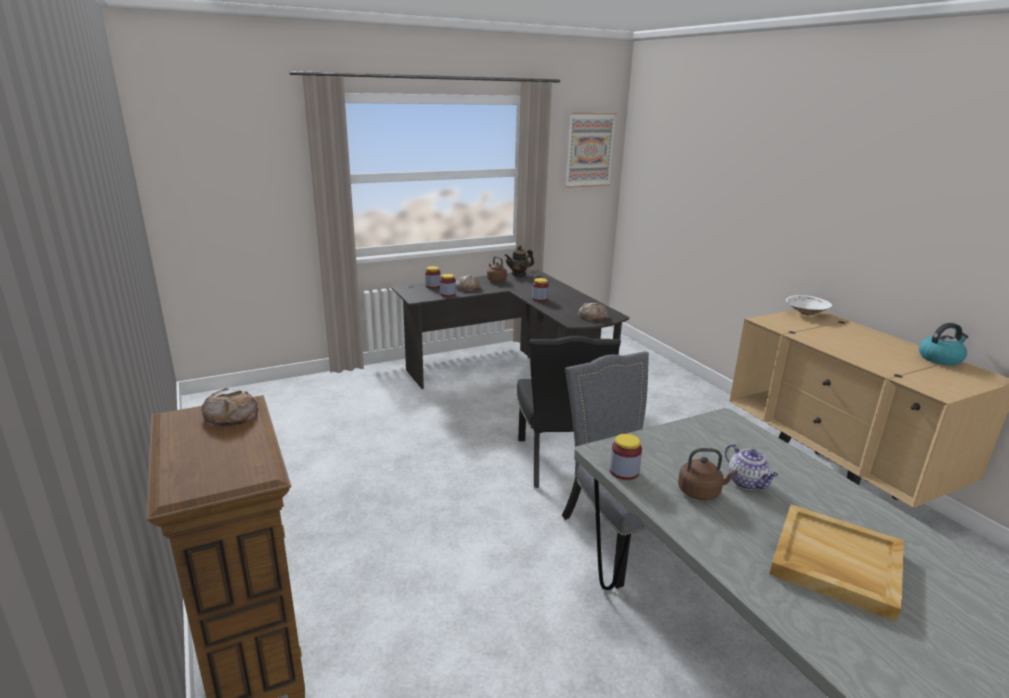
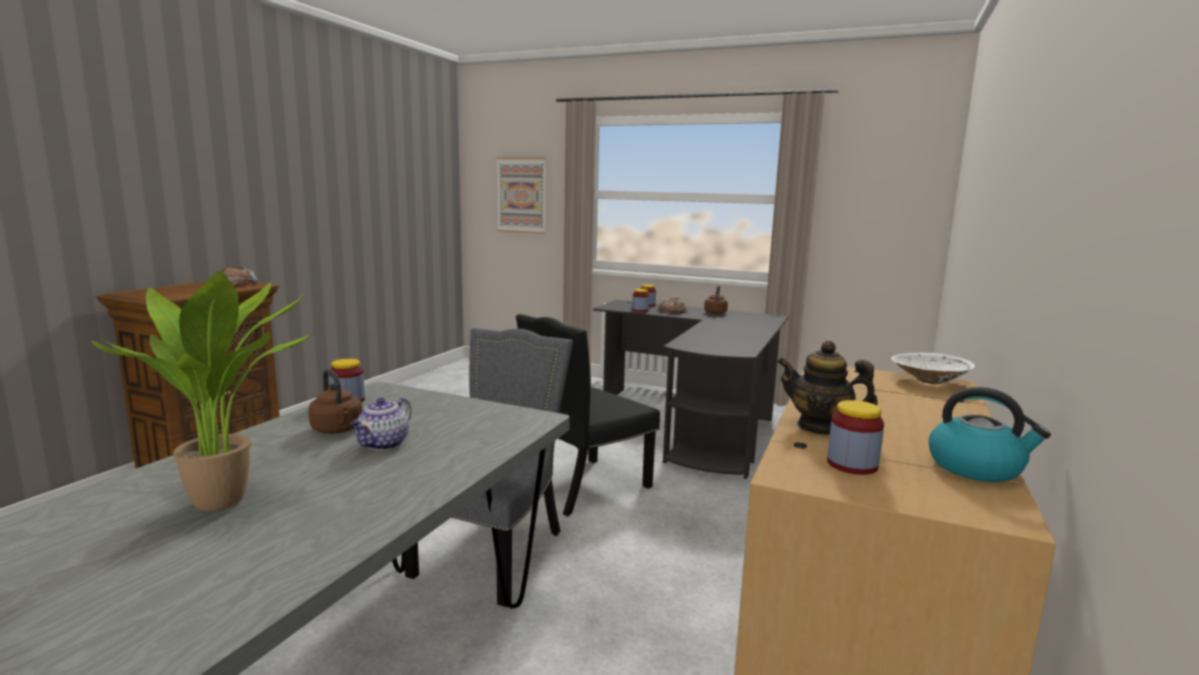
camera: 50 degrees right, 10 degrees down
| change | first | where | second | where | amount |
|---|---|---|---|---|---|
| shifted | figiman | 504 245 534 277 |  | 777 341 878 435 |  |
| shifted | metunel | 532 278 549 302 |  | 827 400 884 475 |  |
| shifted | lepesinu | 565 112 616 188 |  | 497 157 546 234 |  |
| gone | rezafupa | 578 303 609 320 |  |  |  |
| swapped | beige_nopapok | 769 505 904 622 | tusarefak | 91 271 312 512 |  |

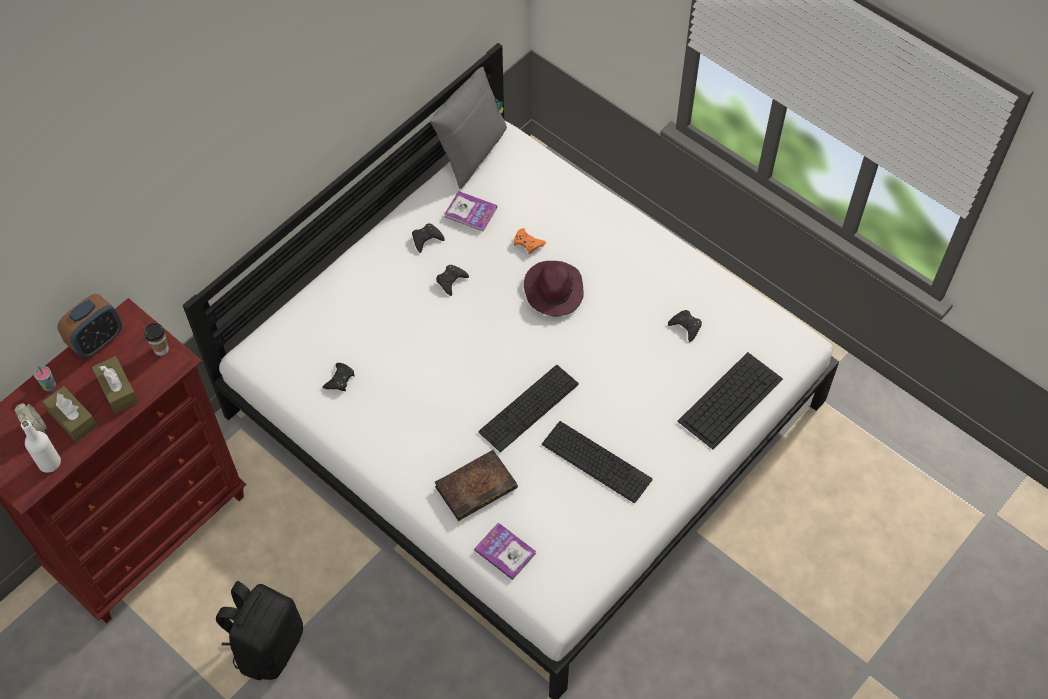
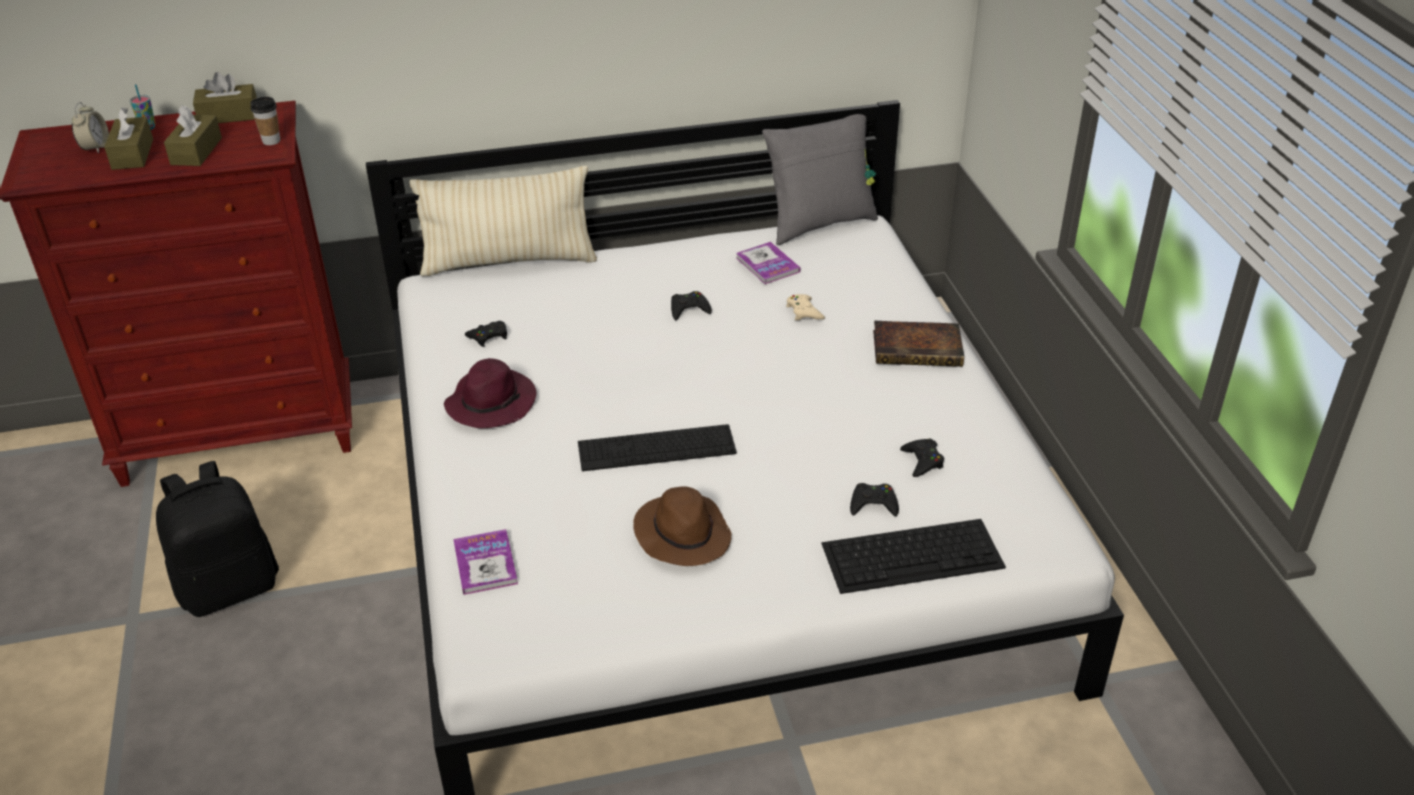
camera: 35 degrees right, 20 degrees down
| change | first | where | second | where | amount |
|---|---|---|---|---|---|
| gone | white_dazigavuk | 21 420 61 473 |  |  |  |
| swapped | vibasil | 57 294 122 358 | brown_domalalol | 193 72 256 123 |  |
| shifted | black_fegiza | 412 223 444 253 |  | 850 483 899 517 |  |
| shifted | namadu | 435 450 518 521 |  | 873 321 964 367 |  |
| repainted | orange_fegiza | 514 228 546 254 | beige_fegiza | 786 294 825 320 |  |
| shifted | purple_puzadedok | 524 261 584 316 |  | 444 358 537 428 |  |
| swapped | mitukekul | 542 421 653 503 | brown_puzadedok | 633 486 731 566 |  |
| new |  |  | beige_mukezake | 410 166 597 276 |  |

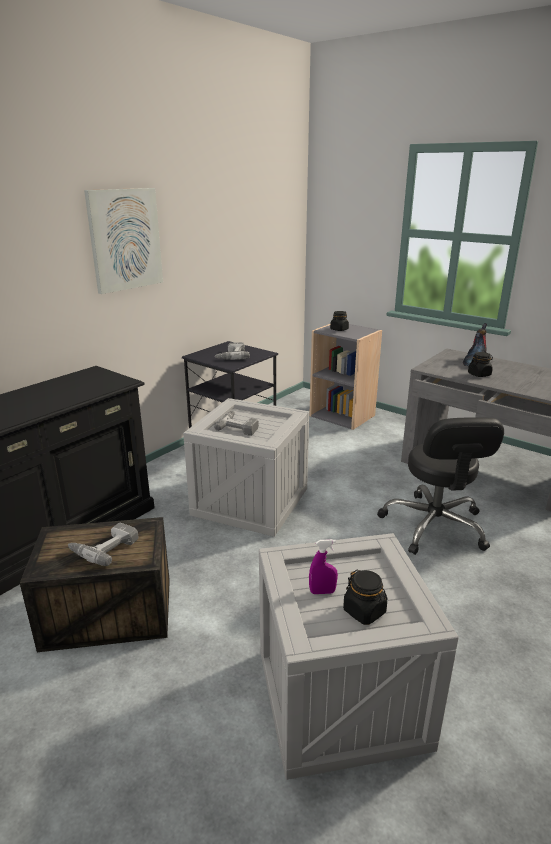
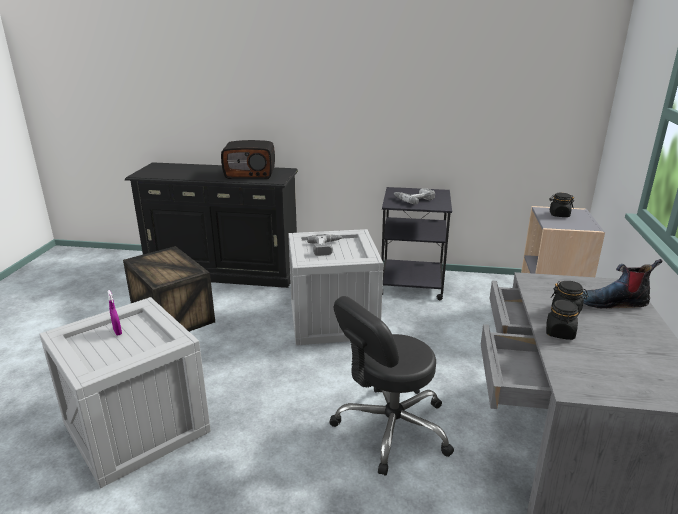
camera: 60 degrees right, 0 degrees up
| change | first | where | second | where | amount |
|---|---|---|---|---|---|
| gone | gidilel | 68 523 139 566 |  |  |  |
| gone | lepesinu | 84 188 163 294 |  |  |  |
| shifted | black_metunel | 343 569 388 625 |  | 546 299 578 340 |  |
| new |  |  | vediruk | 221 140 275 179 |  |

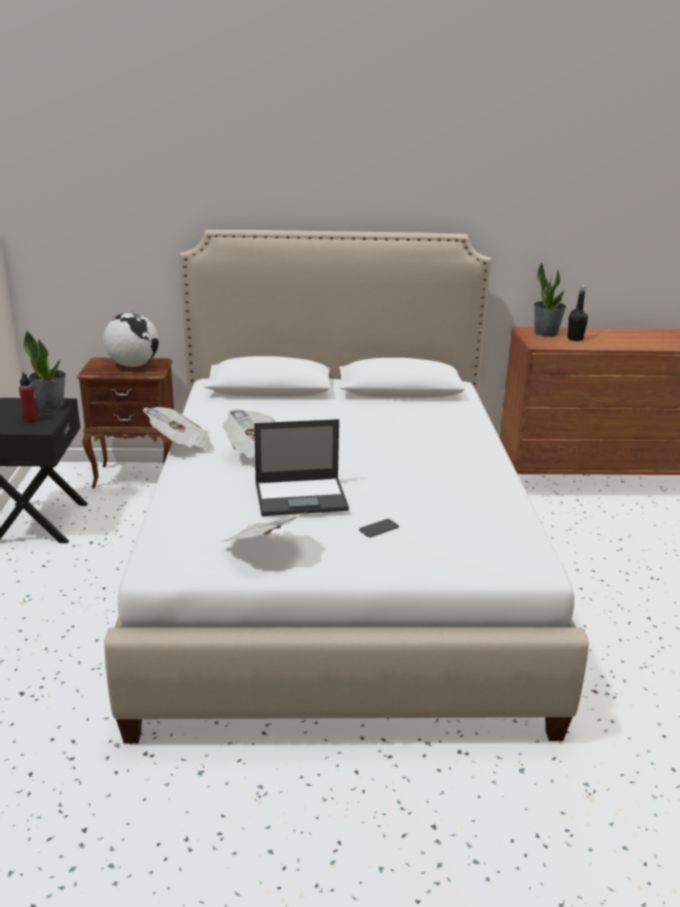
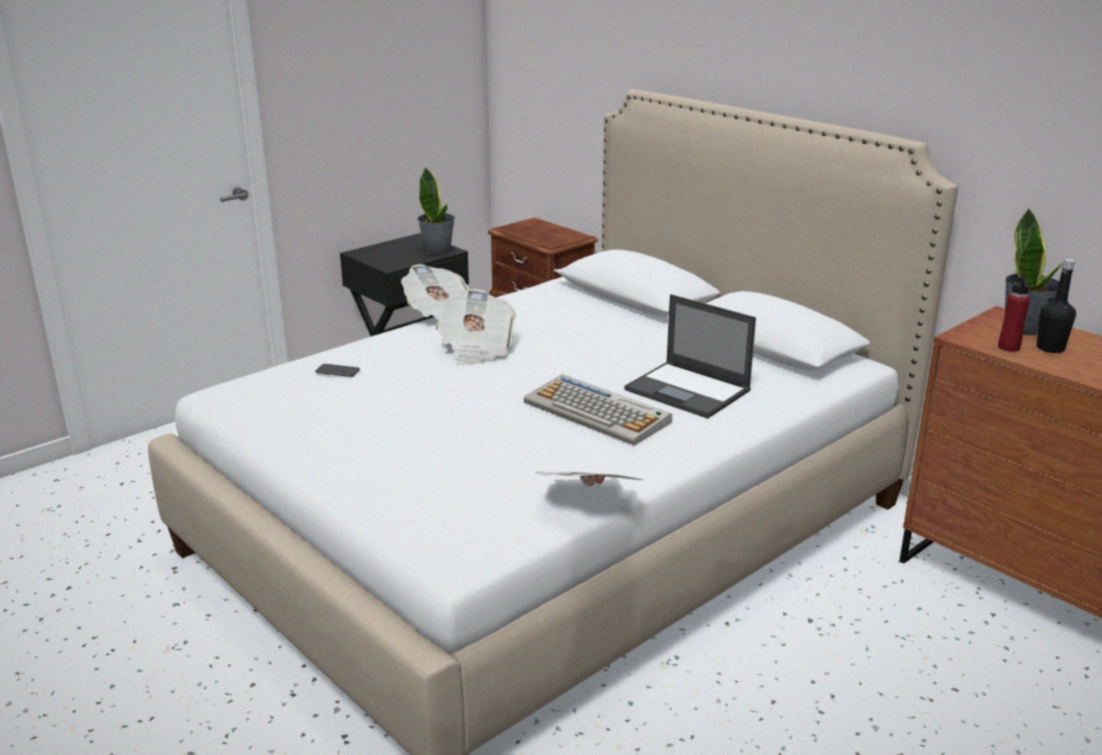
camera: 50 degrees right, 0 degrees up
| change | first | where | second | where | amount |
|---|---|---|---|---|---|
| shifted | red_dazigavuk | 19 372 38 423 |  | 998 273 1030 352 |  |
| gone | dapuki | 104 313 159 367 |  |  |  |
| shifted | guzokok | 221 512 306 542 |  | 536 472 642 486 |  |
| shifted | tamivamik | 254 419 349 516 |  | 624 294 756 419 |  |
| shifted | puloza | 359 519 399 537 |  | 315 364 360 377 |  |
| new |  |  | mitukekul | 524 374 672 446 |  |

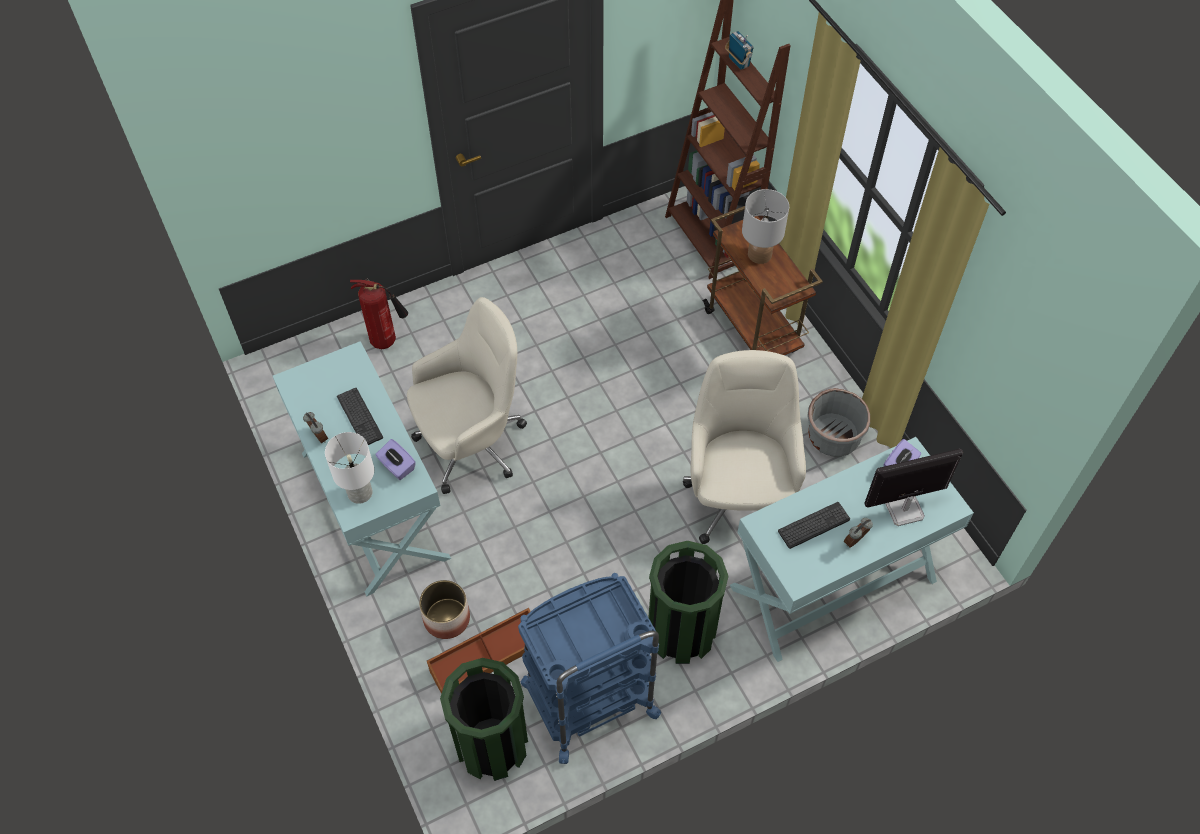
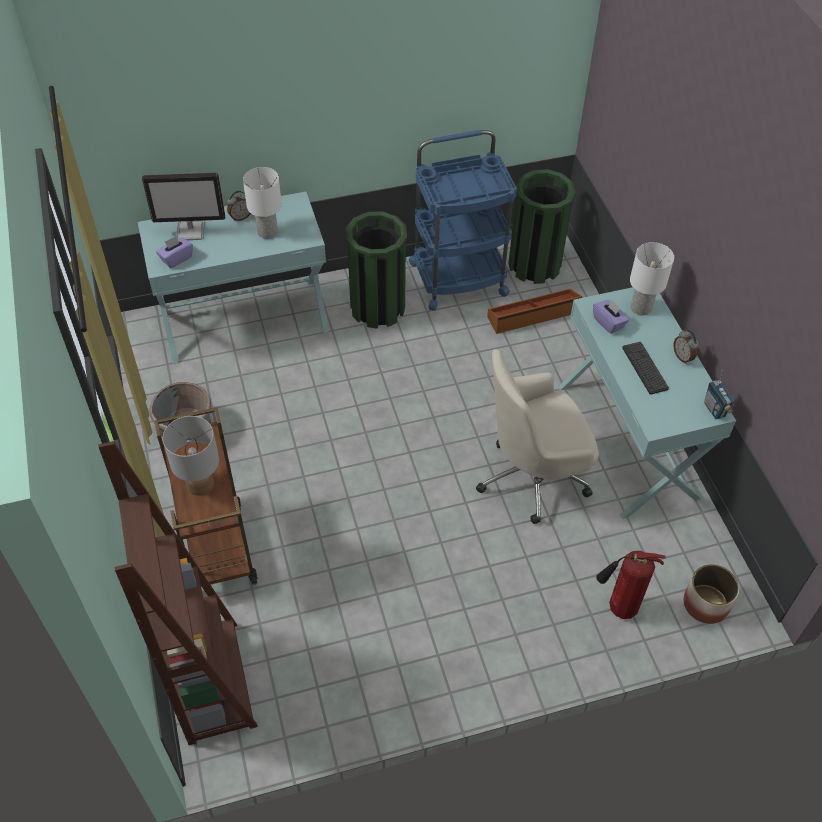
camera: 170 degrees left, 5 degrees down
| change | first | where | second | where | amount |
|---|---|---|---|---|---|
| shifted | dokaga | 419 580 470 639 |  | 683 564 739 624 |  |
| gone | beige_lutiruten | 683 350 806 544 |  |  |  |
| shifted | vediruk | 725 31 753 70 |  | 704 370 734 419 |  |
| swapped | mitukekul | 778 502 850 549 | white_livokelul | 243 167 282 239 |  |

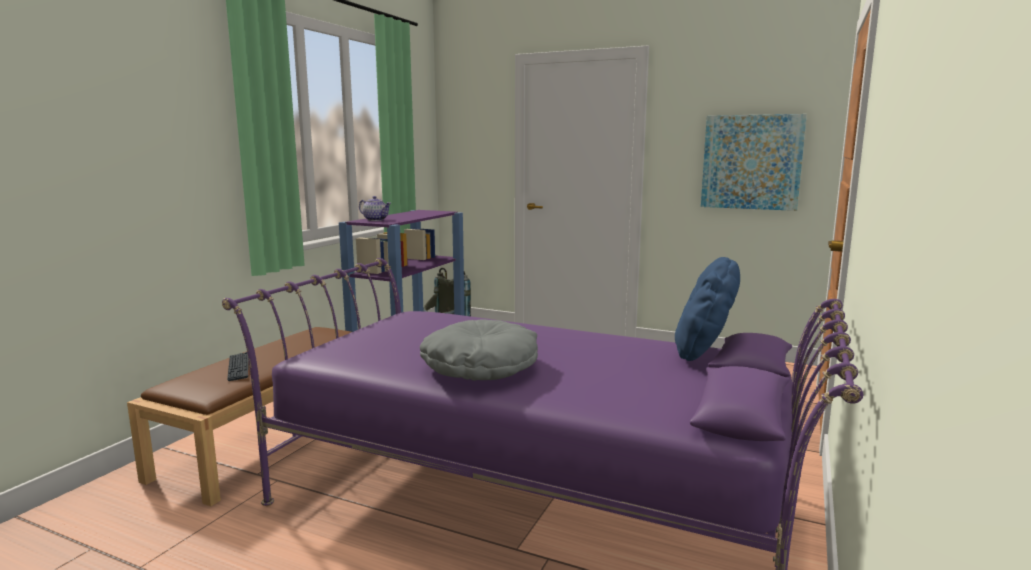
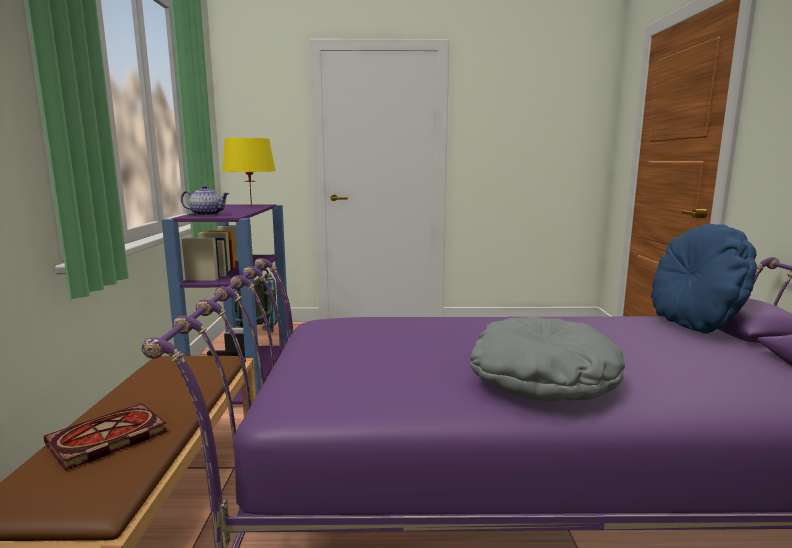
camera: 25 degrees left, 0 degrees up
| change | first | where | second | where | amount |
|---|---|---|---|---|---|
| swapped | mitukekul | 227 352 249 381 | namadu | 44 403 167 470 |  |
| gone | lepesinu | 701 114 807 211 |  |  |  |
| new |  |  | yellow_livokelul | 222 138 276 206 |  |

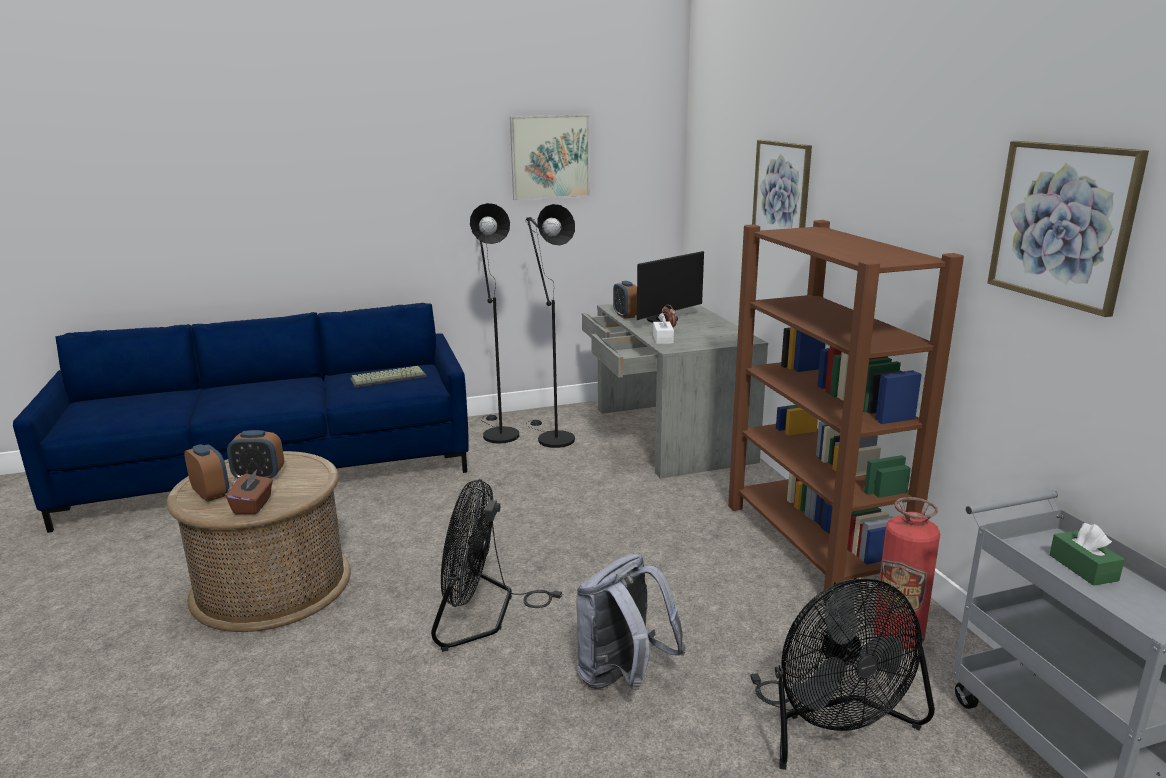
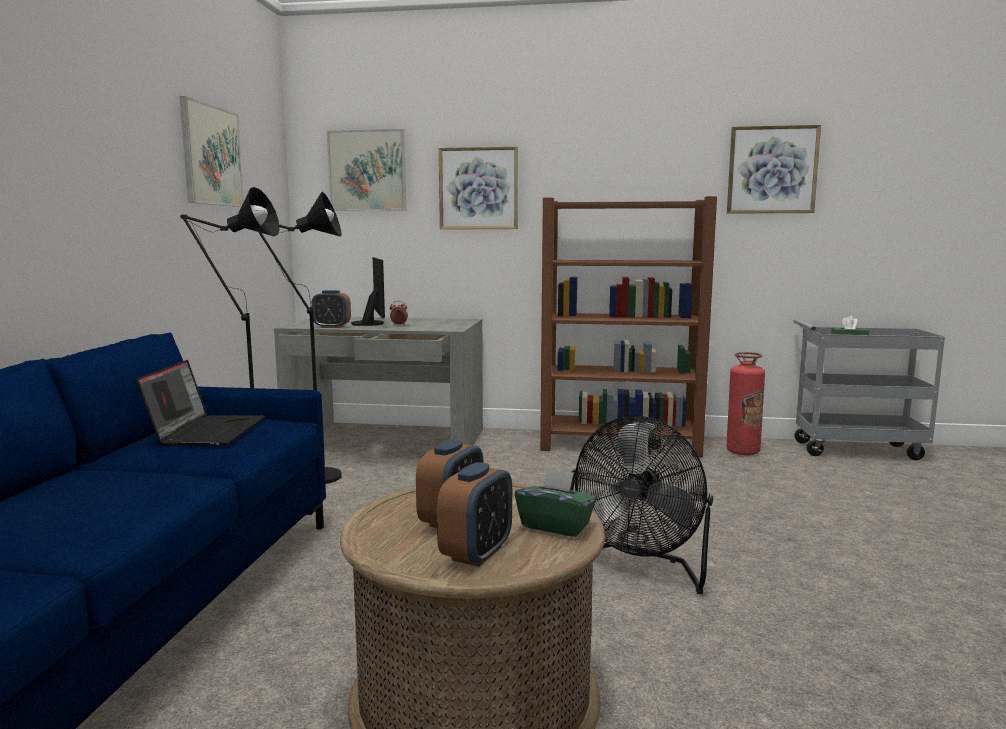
camera: 65 degrees left, 10 degrees down
| change | first | where | second | where | amount |
|---|---|---|---|---|---|
| rotated | vibasil | 184 444 229 502 |  | 437 462 512 567 | 135 degrees clockwise |
| repainted | brown_domalalol | 226 470 273 515 | green_domalalol | 515 468 596 537 |  |
| swapped | mitukekul | 350 366 426 388 | tamivamik | 136 360 265 446 |  |
| gone | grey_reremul | 576 553 686 690 |  |  |  |
| gone | white_domalalol | 653 313 674 344 |  |  |  |
| gone | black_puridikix | 751 578 935 770 |  |  |  |
| new |  |  | lepesinu | 327 129 406 211 |  |

